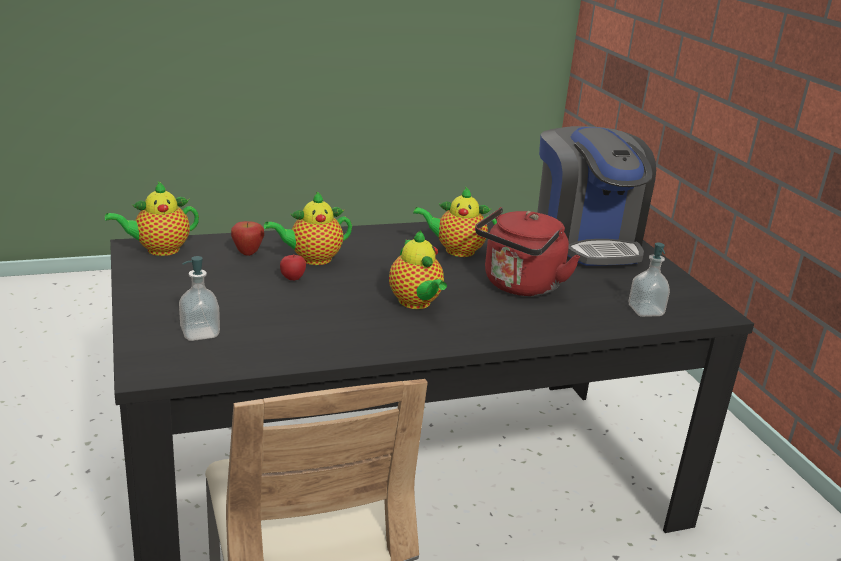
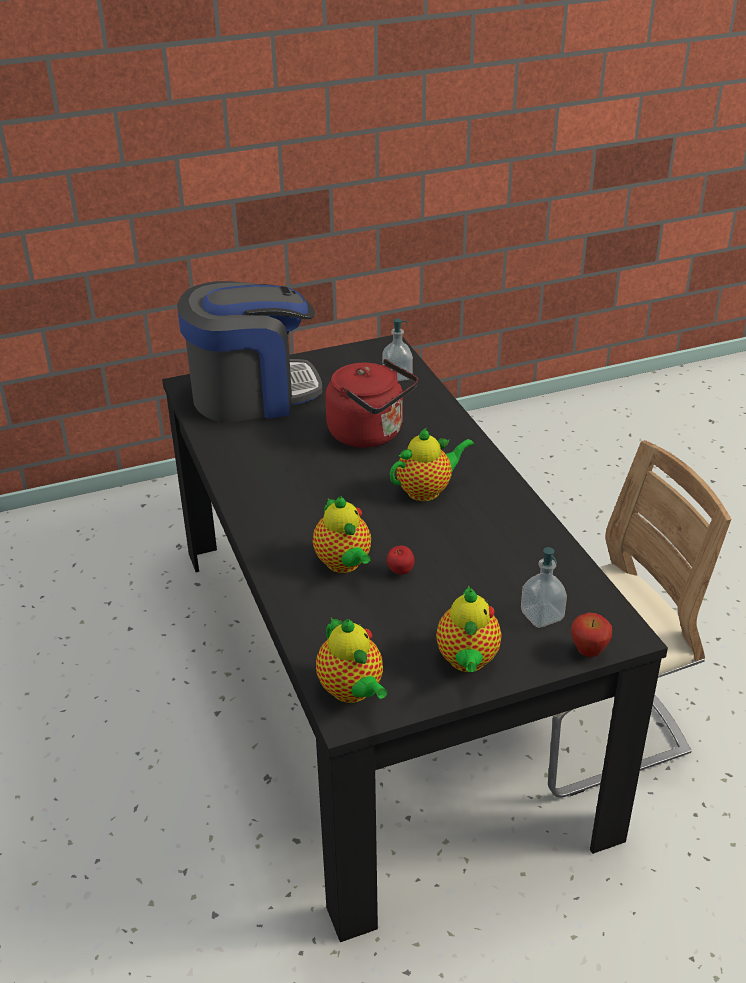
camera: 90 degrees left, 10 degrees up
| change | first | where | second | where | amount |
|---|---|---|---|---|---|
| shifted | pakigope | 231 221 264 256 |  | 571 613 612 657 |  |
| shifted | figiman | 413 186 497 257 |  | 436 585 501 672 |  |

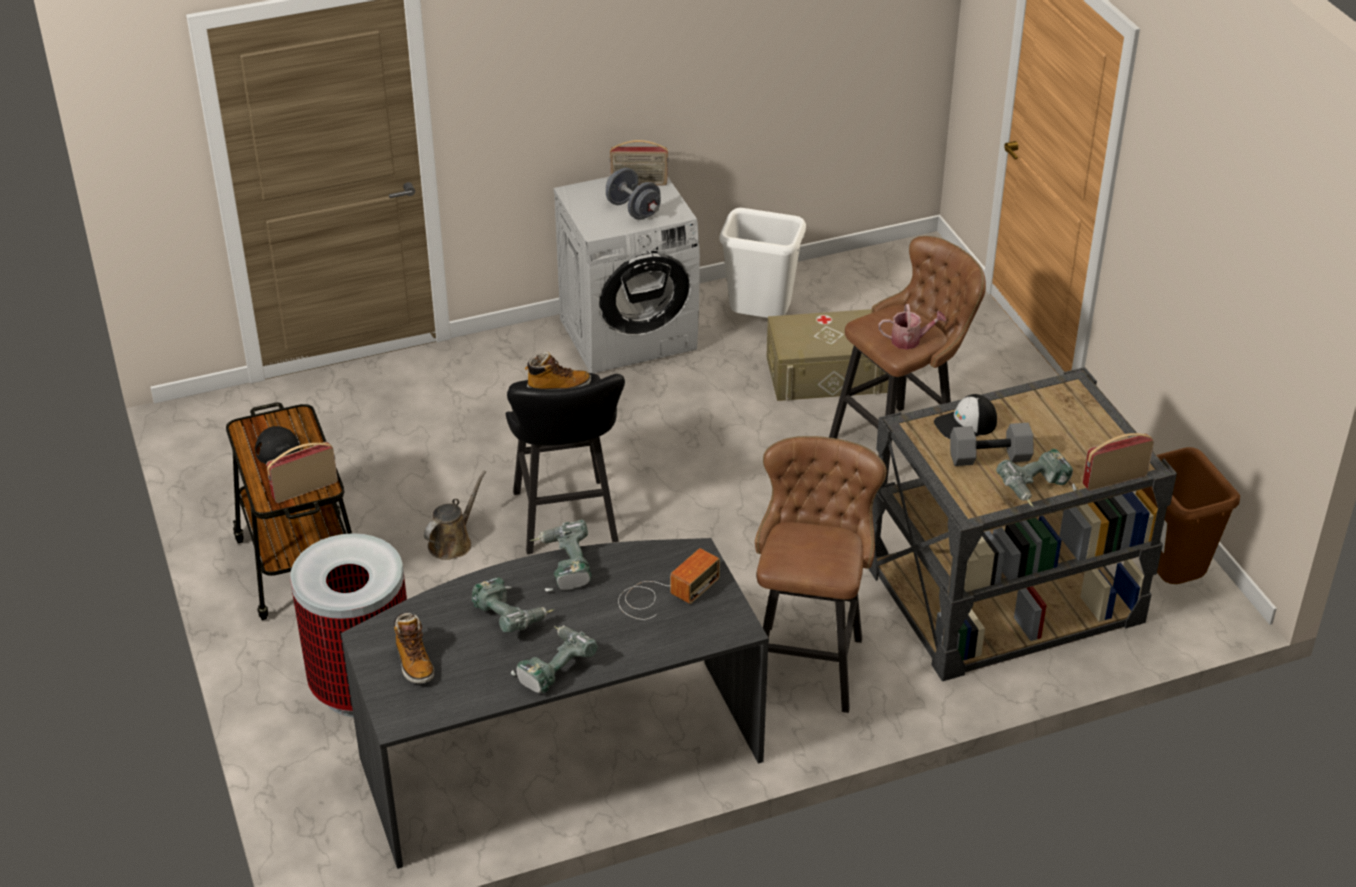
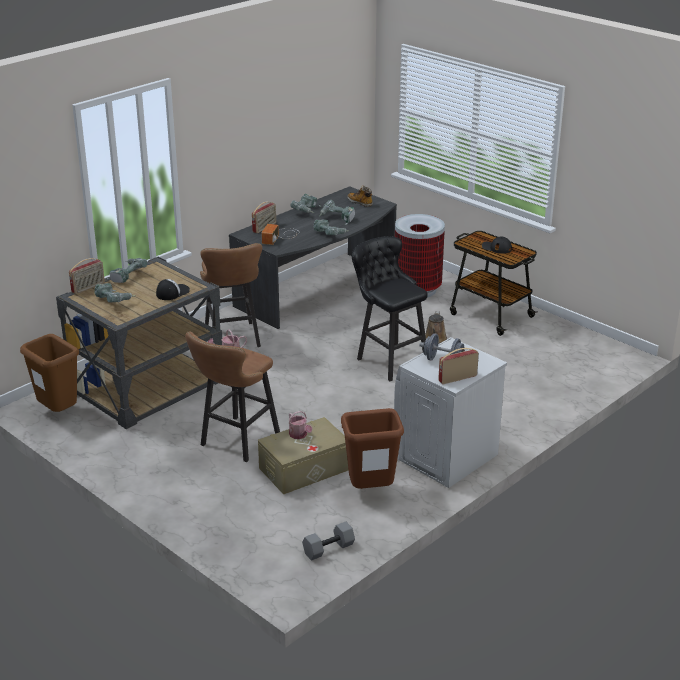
camera: 155 degrees right, 10 degrees down
| change | first | where | second | where | amount |
|---|---|---|---|---|---|
| shifted | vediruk | 266 442 338 503 |  | 252 202 276 233 |  |
| gone | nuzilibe | 525 352 591 390 |  |  |  |
| repainted | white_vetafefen | 719 208 806 318 | brown_vetafefen | 341 408 404 489 |  |
| shifted | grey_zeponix | 950 423 1033 466 |  | 302 521 355 561 |  |
| new |  |  | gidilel | 95 283 136 303 |  |
| new |  |  | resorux | 289 411 312 439 |  |

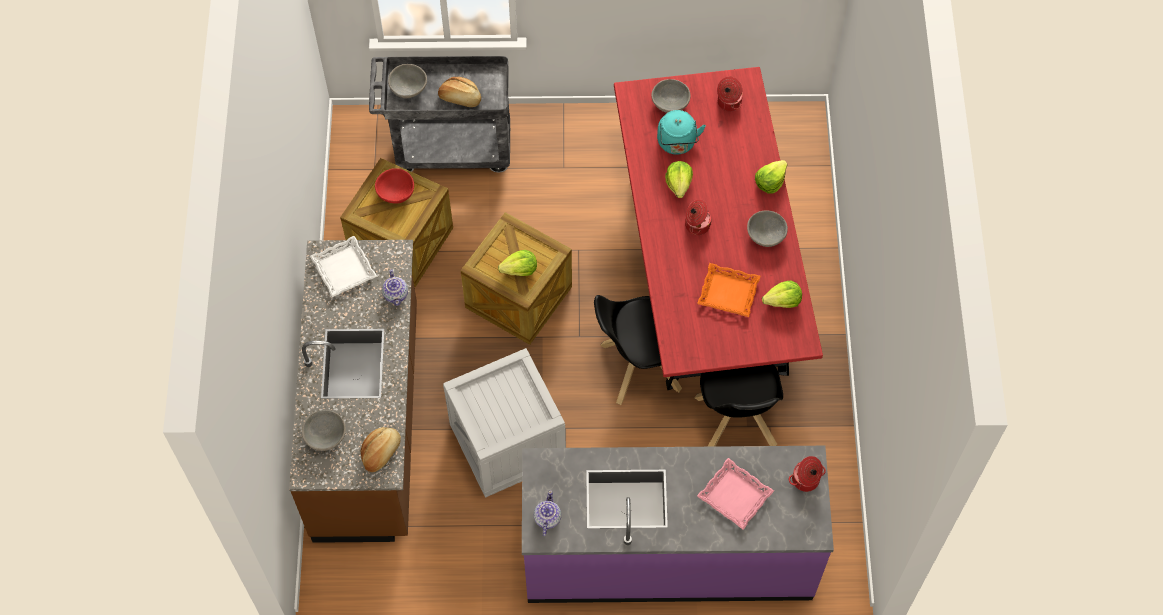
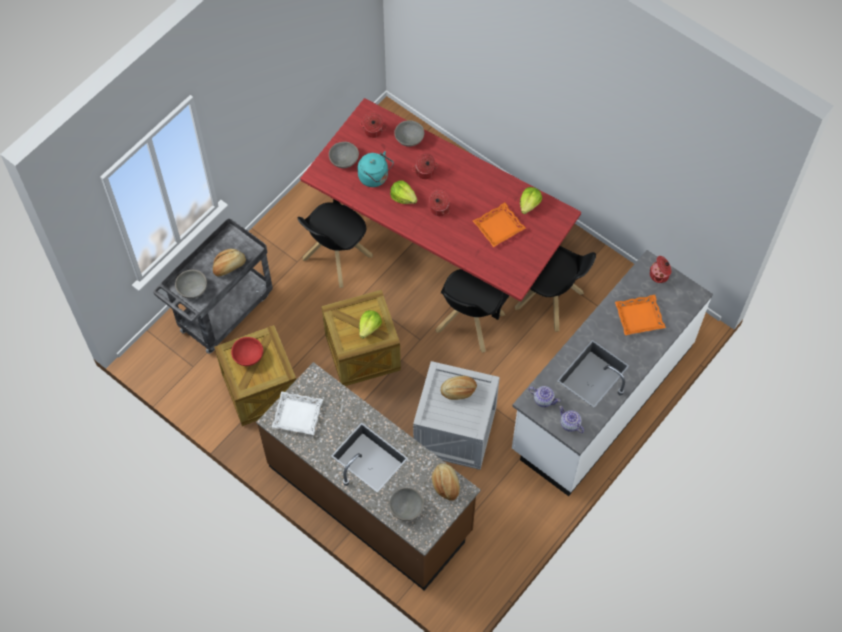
camera: 50 degrees left, 0 degrees up
| change | first | where | second | where | amount |
|---|---|---|---|---|---|
| shifted | figiman | 382 269 408 306 |  | 529 386 561 407 |  |
| repainted | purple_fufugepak | 522 446 834 603 | white_fufugepak | 512 250 713 496 |  |
| repainted | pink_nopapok | 697 458 774 530 | orange_nopapok | 615 295 666 335 |  |
| shifted | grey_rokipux | 747 211 788 247 |  | 394 120 424 147 |  |
| gone | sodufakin | 755 160 787 193 |  |  |  |
| new |  |  | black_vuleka | 298 202 373 288 |  |
| new |  |  | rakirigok | 412 153 438 179 |  |
| new |  |  | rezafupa | 441 376 477 400 |  |

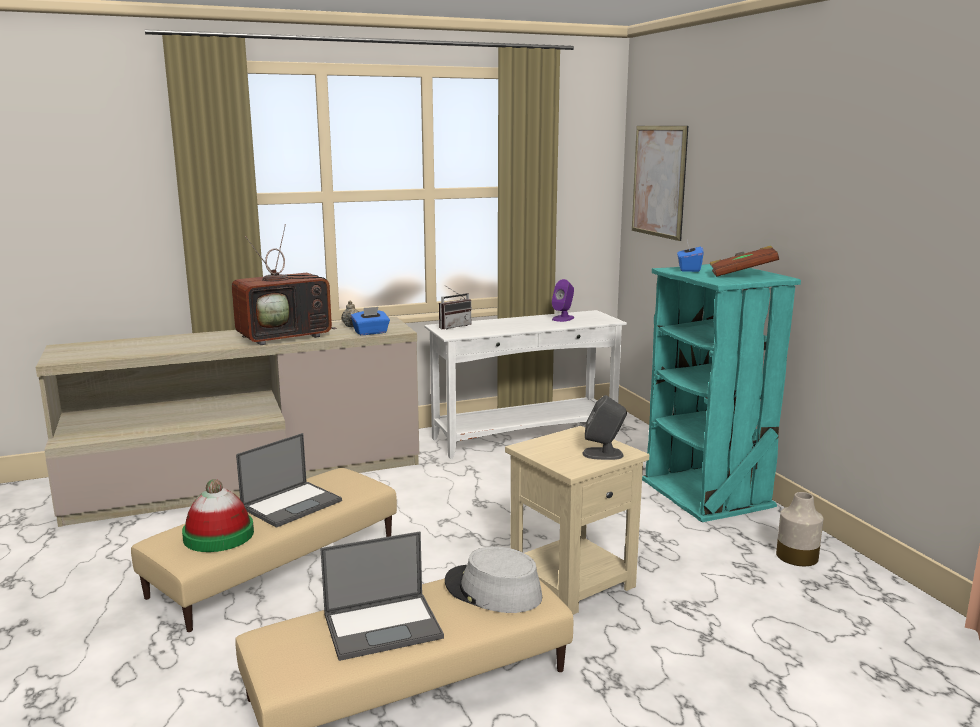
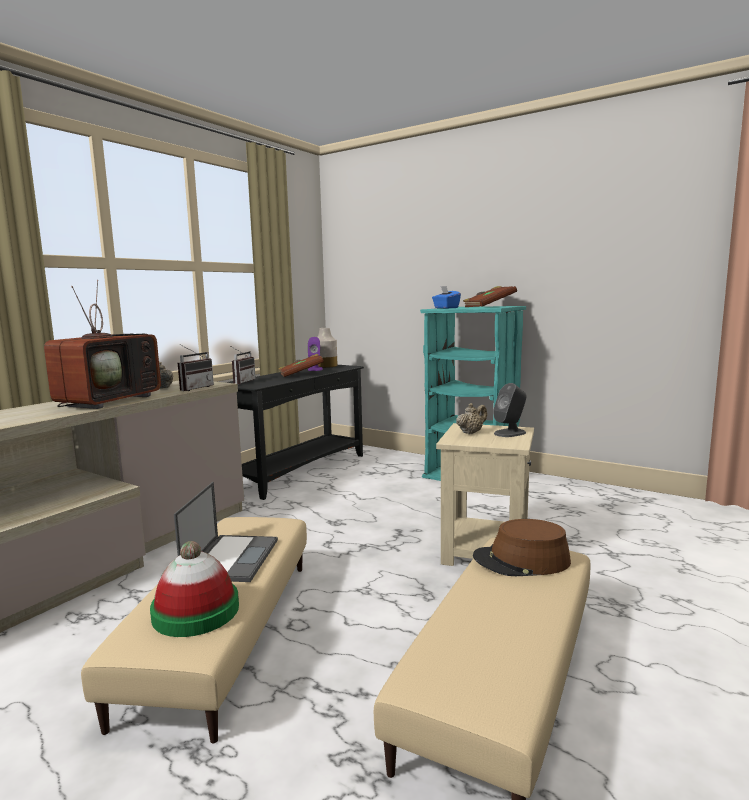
camera: 35 degrees left, 5 degrees down
| change | first | where | second | where | amount |
|---|---|---|---|---|---|
| gone | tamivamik | 320 531 444 661 |  |  |  |
| swapped | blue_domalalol | 351 307 390 335 | vediruk | 178 344 214 391 |  |
| repainted | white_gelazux | 424 310 627 459 | black_gelazux | 225 365 364 500 |  |
| repainted | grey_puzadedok | 445 546 542 613 | brown_puzadedok | 473 519 571 576 |  |
| gone | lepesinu | 632 126 688 241 |  |  |  |
| shifted | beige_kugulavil | 776 492 823 566 |  | 317 328 338 368 |  |
| new |  |  | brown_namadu | 278 354 324 377 |  |
| new |  |  | beige_figiman | 456 403 487 434 |  |

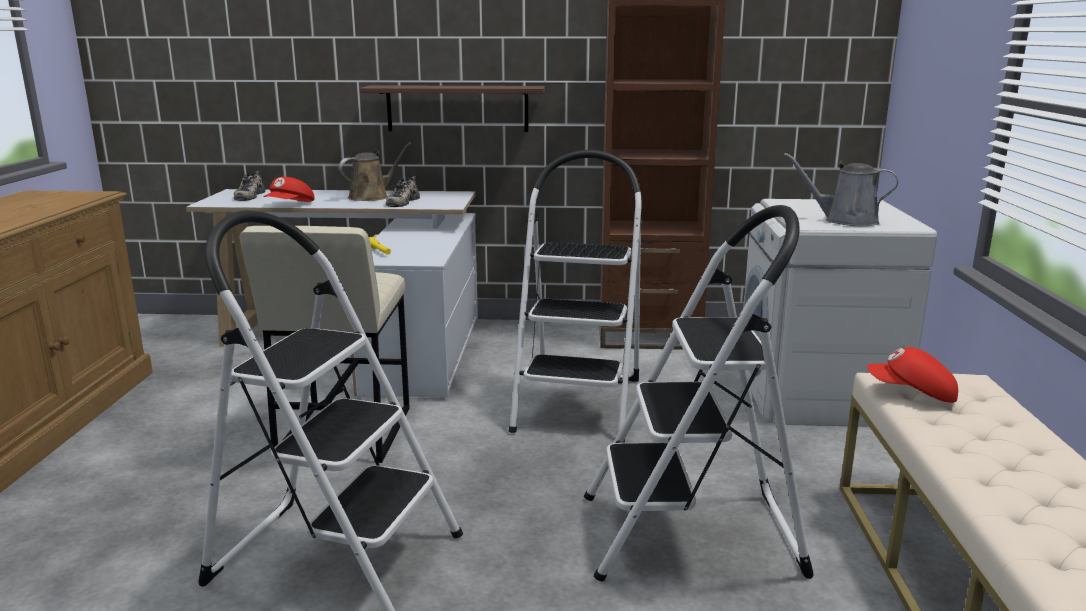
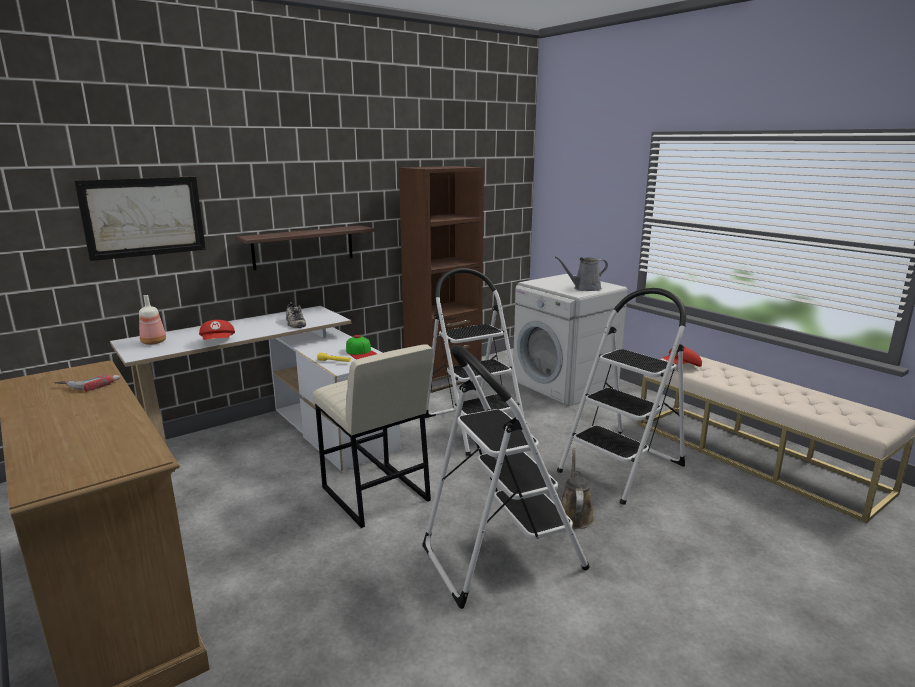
camera: 40 degrees left, 0 degrees up
| change | first | where | second | where | amount |
|---|---|---|---|---|---|
| swapped | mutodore | 234 171 265 201 | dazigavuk | 139 295 166 345 |  |
| shifted | brown_resorux | 339 142 412 201 |  | 560 448 594 529 |  |
| new |  |  | gidilel | 54 375 120 392 |  |
| new |  |  | lepesinu | 74 177 206 261 |  |
| new |  |  | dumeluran | 346 335 377 359 |  |

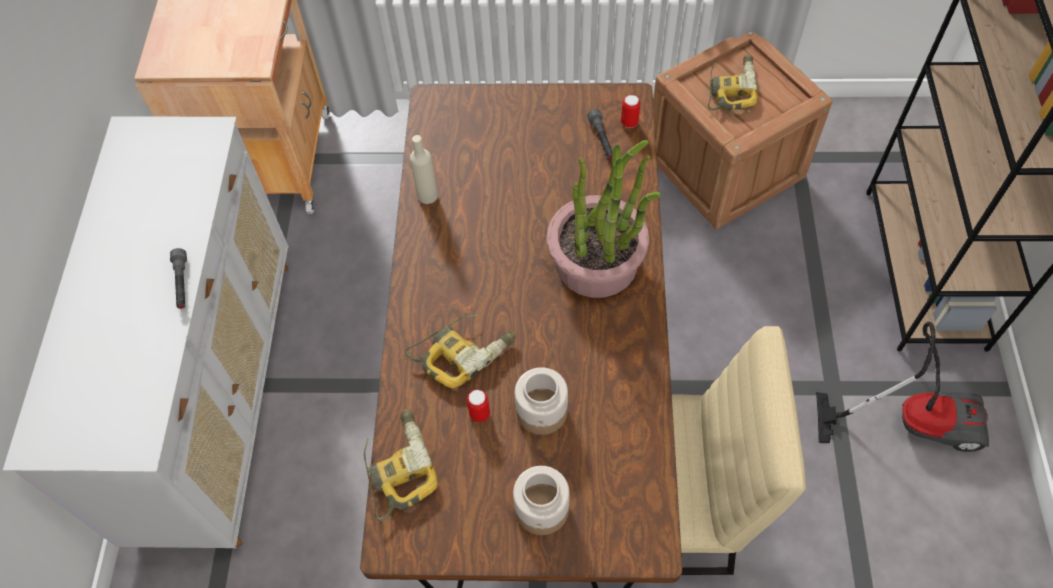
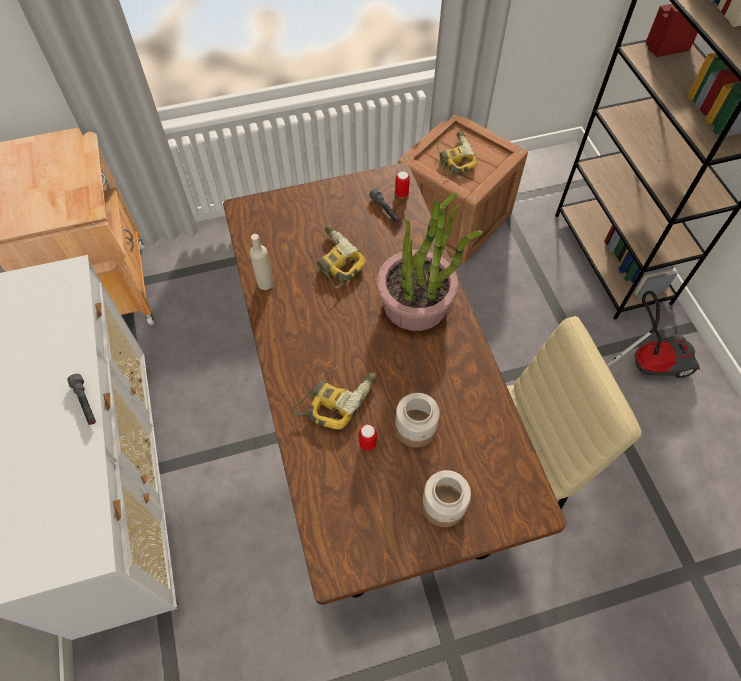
camera: 20 degrees left, 0 degrees up
| change | first | where | second | where | amount |
|---|---|---|---|---|---|
| shifted | gidilel | 364 409 438 521 |  | 308 225 366 289 |  |

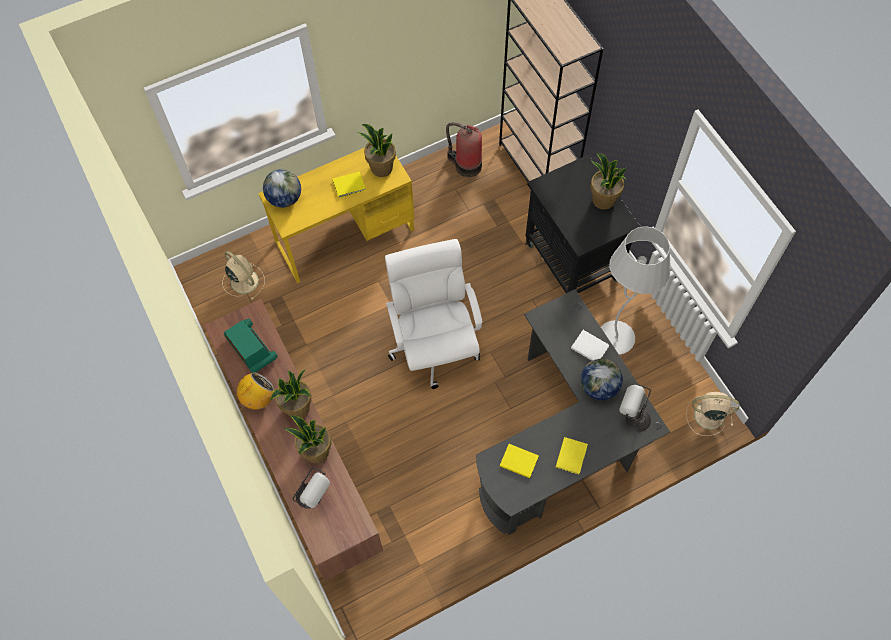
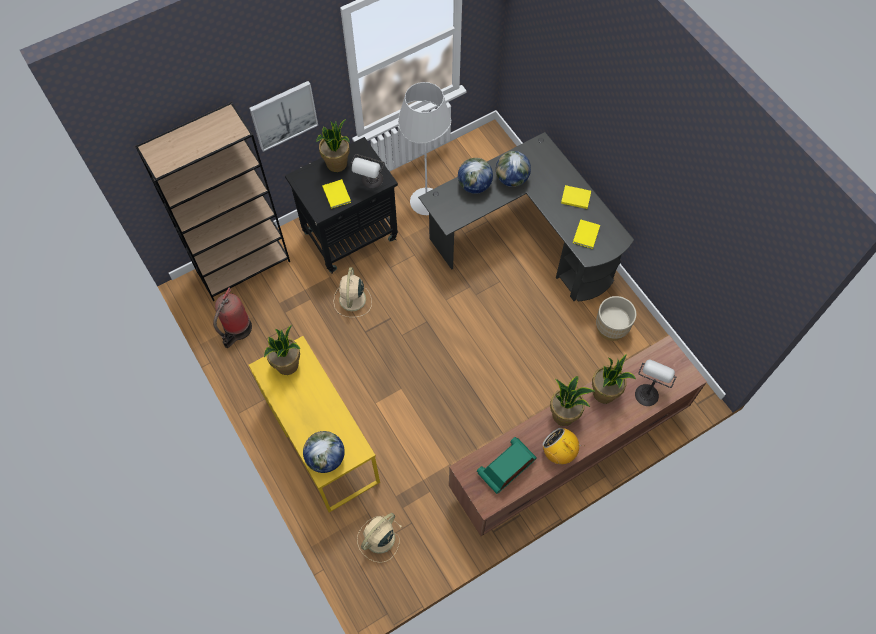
camera: 95 degrees left, 0 degrees up
| change | first | where | second | where | amount |
|---|---|---|---|---|---|
| shifted | yellow_namadu | 333 171 366 198 |  | 322 179 351 209 |  |
| gone | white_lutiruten | 385 239 482 389 |  |  |  |
| swapped | white_namadu | 571 330 609 361 | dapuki | 458 158 493 194 |  |
| shifted | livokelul | 619 384 651 432 |  | 351 154 385 188 |  |
| shifted | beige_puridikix | 686 392 739 436 |  | 334 267 372 317 |  |
| new |  |  | lepesinu | 249 81 318 152 |  |
| new |  |  | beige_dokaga | 596 296 636 341 |  |

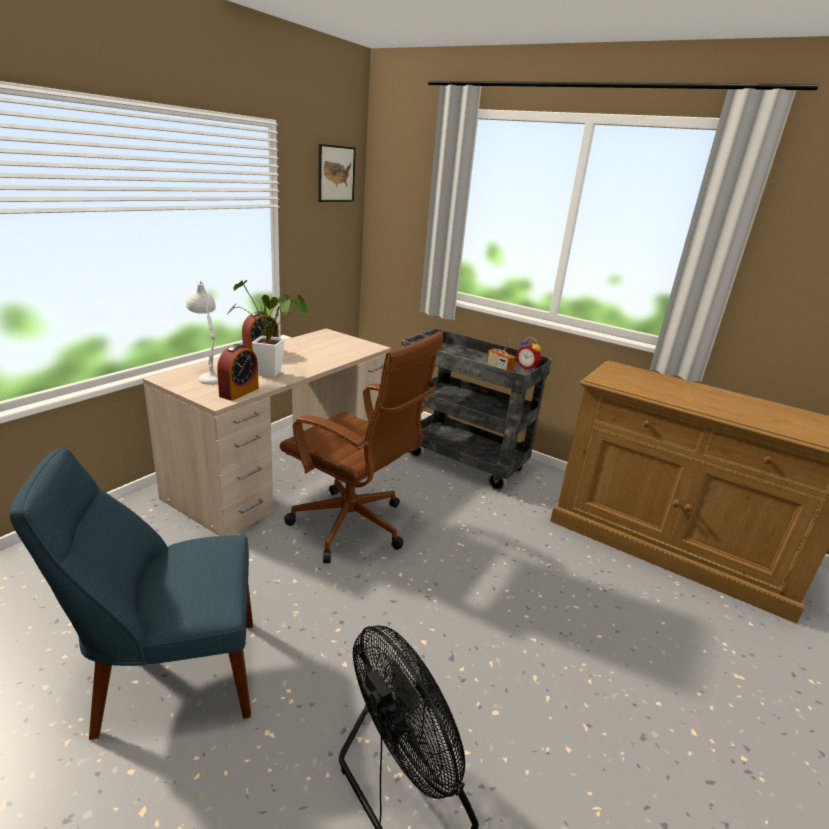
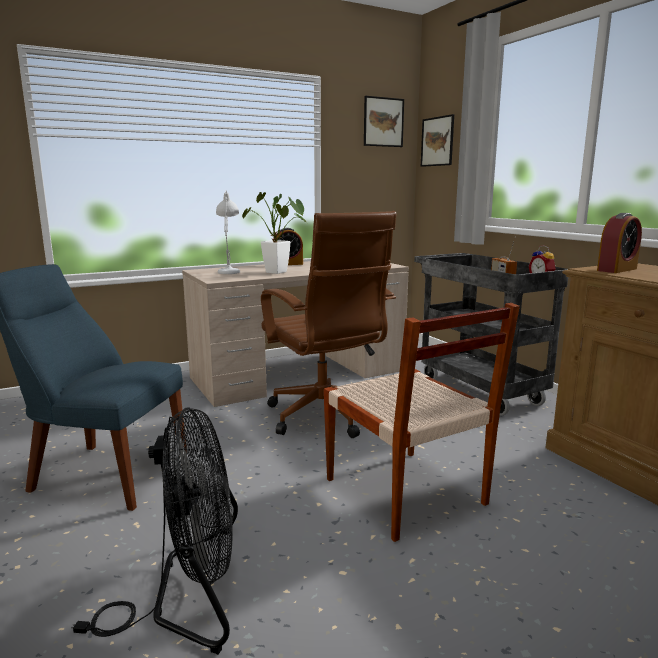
camera: 30 degrees right, 10 degrees down
| change | first | where | second | where | amount |
|---|---|---|---|---|---|
| shifted | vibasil | 217 344 259 401 |  | 597 213 642 273 |  |
| new |  |  | vuleka | 324 303 520 542 |  |
| new |  |  | lepesinu | 421 114 454 167 |  |

